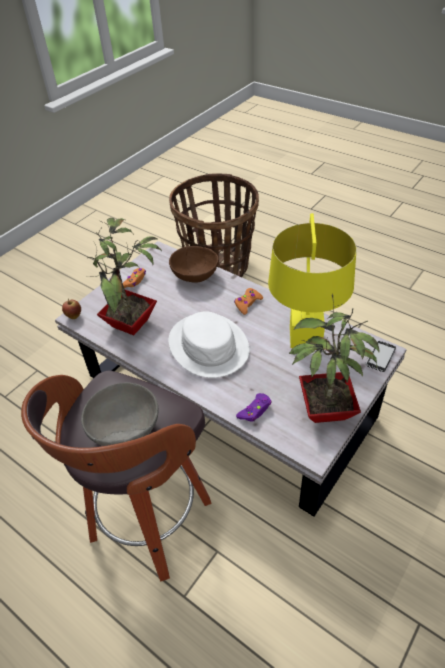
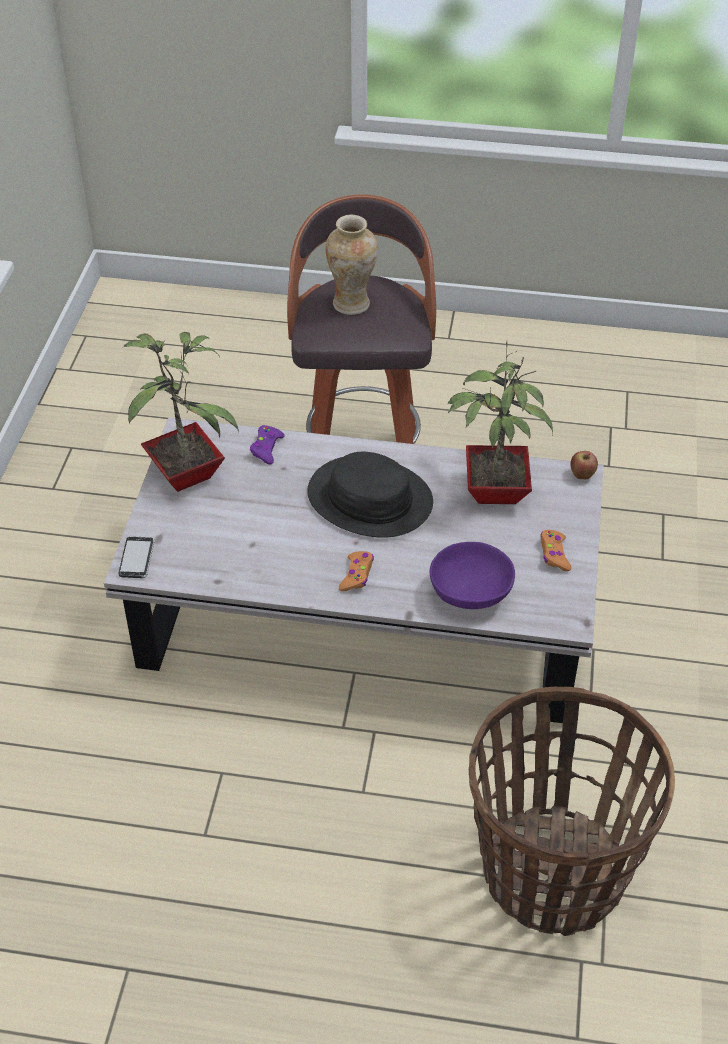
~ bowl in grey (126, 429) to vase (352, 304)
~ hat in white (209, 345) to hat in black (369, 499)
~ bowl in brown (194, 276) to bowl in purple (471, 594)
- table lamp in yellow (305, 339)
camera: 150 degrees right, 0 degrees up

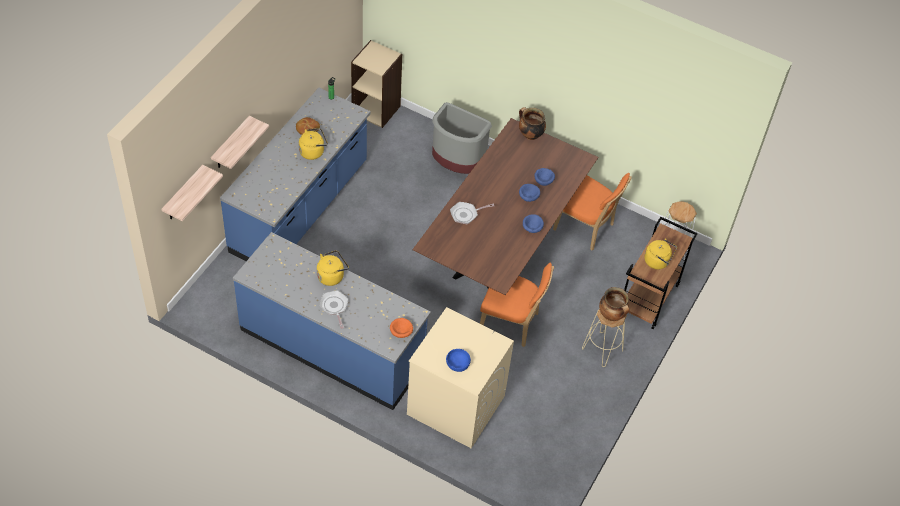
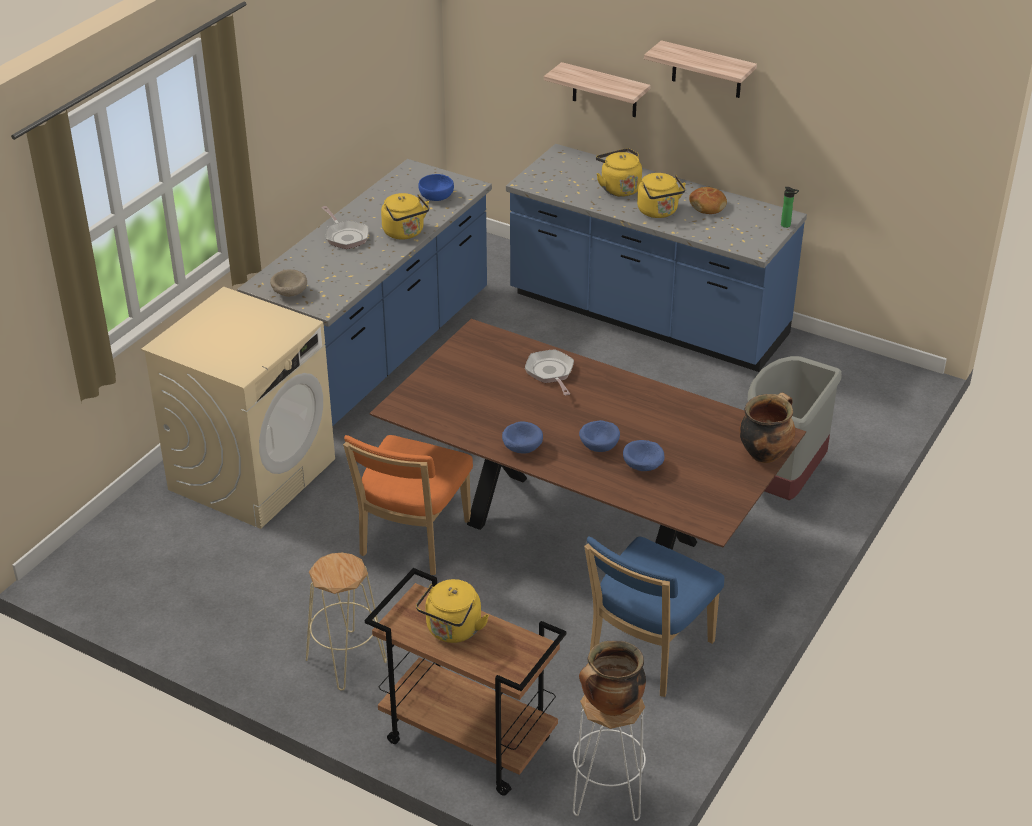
~ shelf (183, 194) to (707, 70)
~ frying pan (334, 307) = (345, 236) 75 degrees clockwise
- bookcase in beige (376, 109)
~ bowl in orange (401, 332) to bowl in beige (289, 293)
~ bowl in blue (457, 364) to (436, 196)
~ chair in orange (586, 228) to chair in blue (647, 654)
~ cooking pot (612, 315) to (611, 706)
+ kettle in yellow (618, 188)
camera: 95 degrees right, 15 degrees down

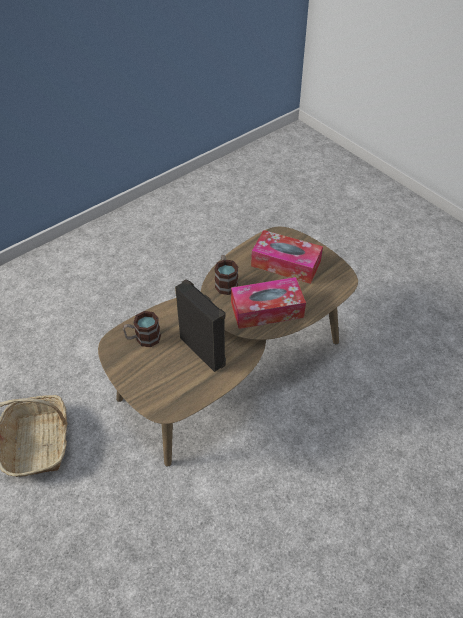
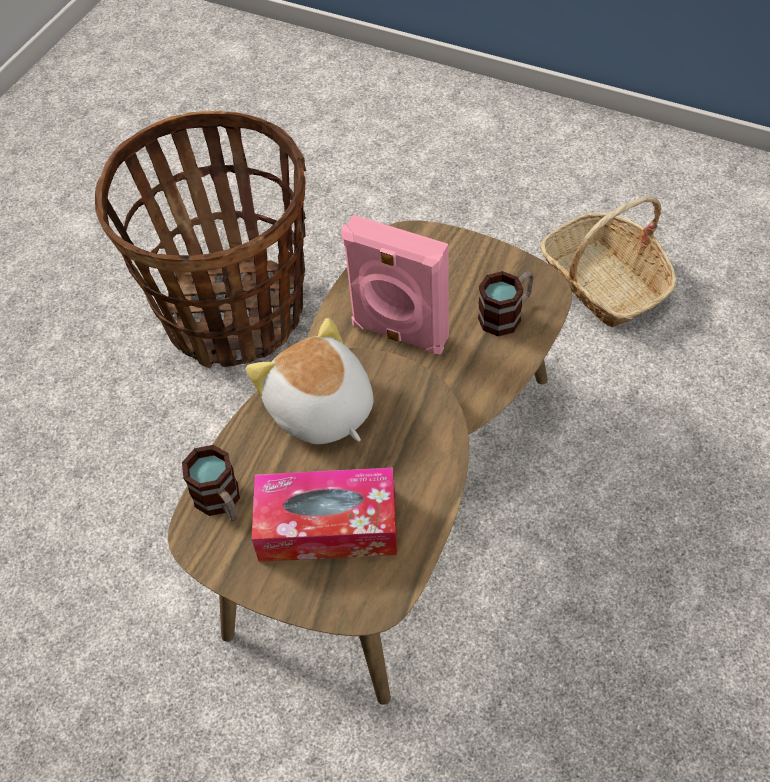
~ speaker in black (204, 350) to speaker in pink (399, 334)
~ mug (225, 282) to (221, 502)
~ tissue box (267, 310) to plush toy (320, 410)
+ basket (235, 315)
camera: 160 degrees right, 5 degrees up

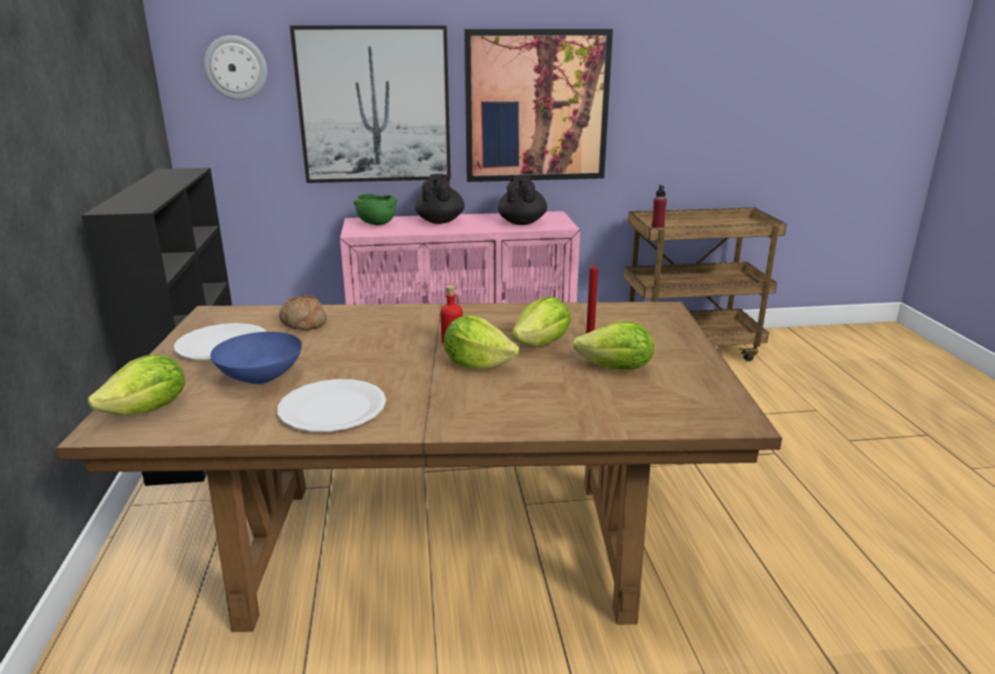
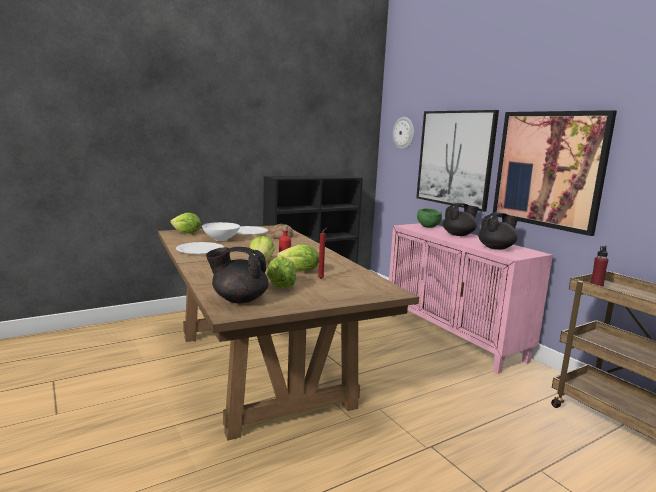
~ bowl in blue (262, 378) to bowl in white (221, 239)
+ teapot in black (239, 299)
camera: 65 degrees right, 10 degrees down

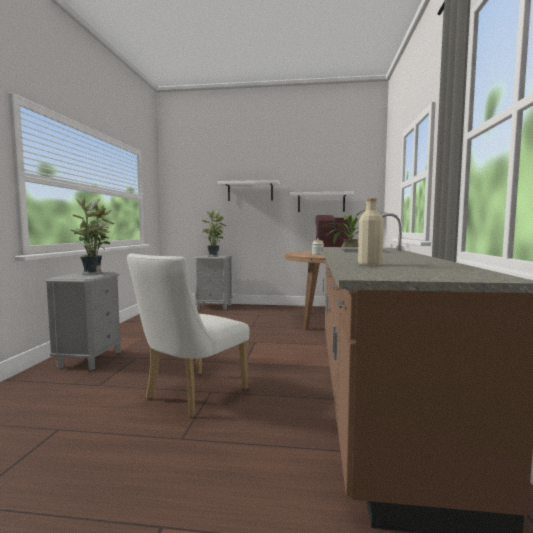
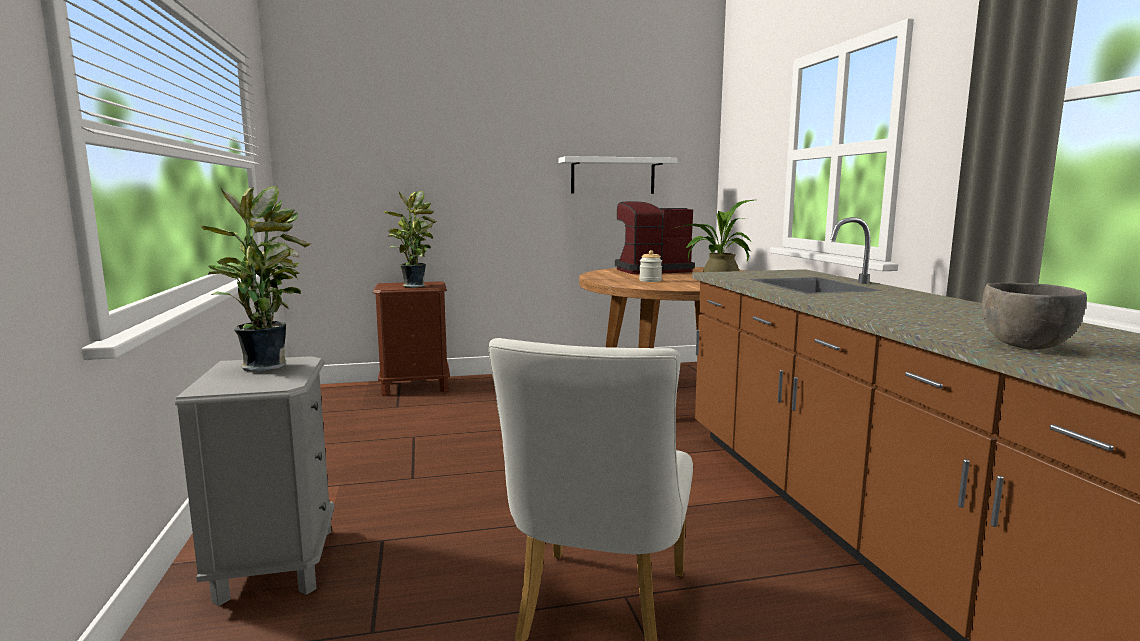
~ nightstand in grey (214, 306) to nightstand in brown (416, 387)
- shelf in white (250, 191)
~ bottle in beige (369, 265) to bowl in grey (1025, 345)
camera: 20 degrees left, 5 degrees up

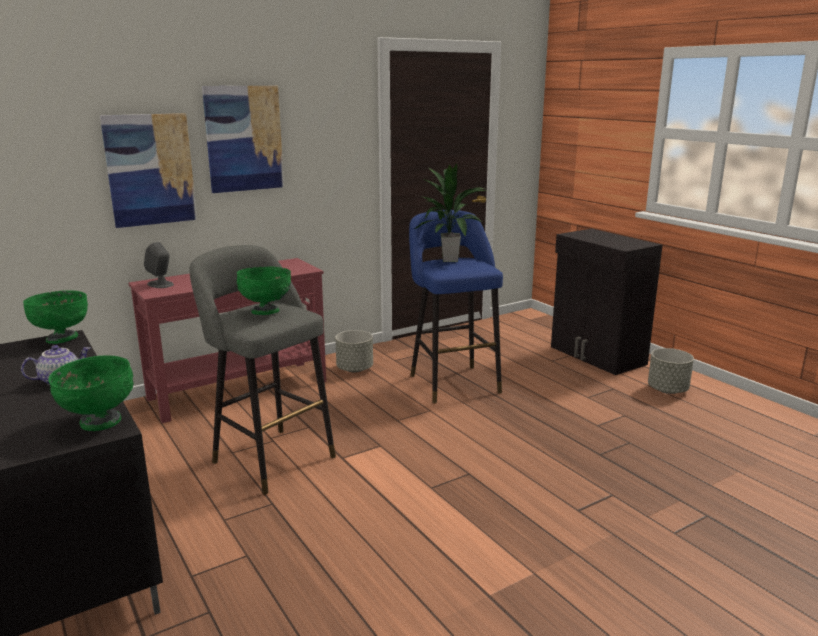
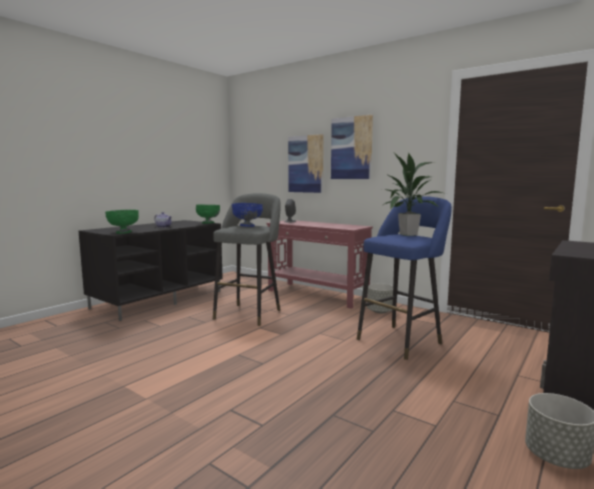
~ bowl in green (266, 311) to bowl in blue (247, 226)
camera: 70 degrees right, 10 degrees down

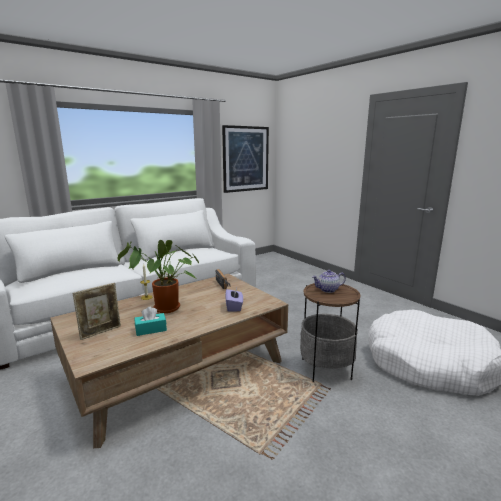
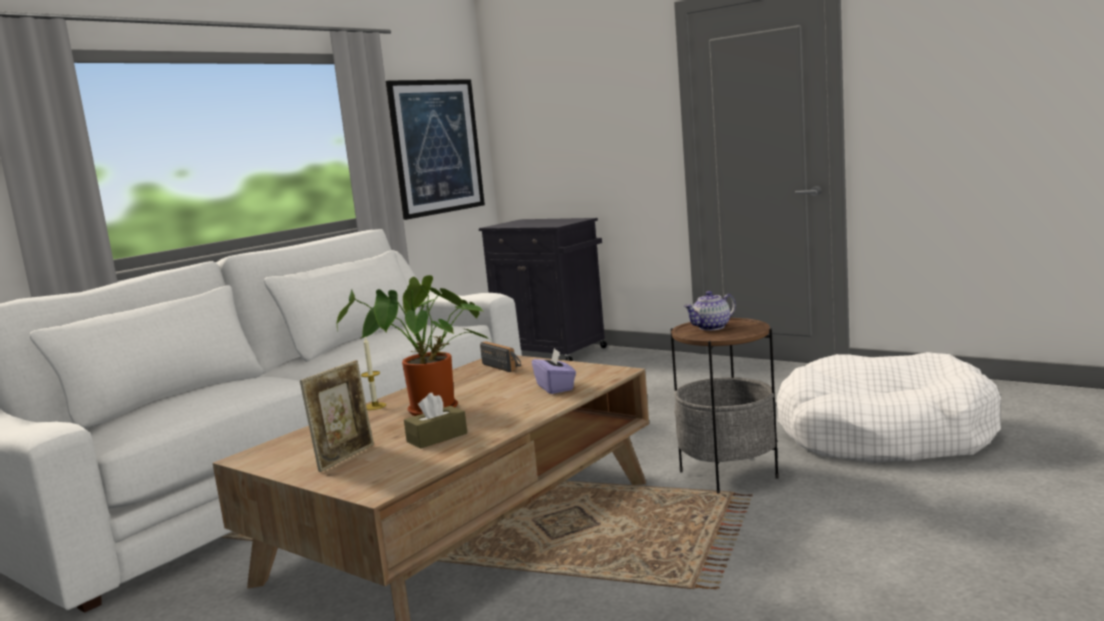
~ tissue box in turquoise (151, 329) to tissue box in brown (437, 437)
+ cabinet in black (552, 352)
camera: 15 degrees left, 5 degrees down

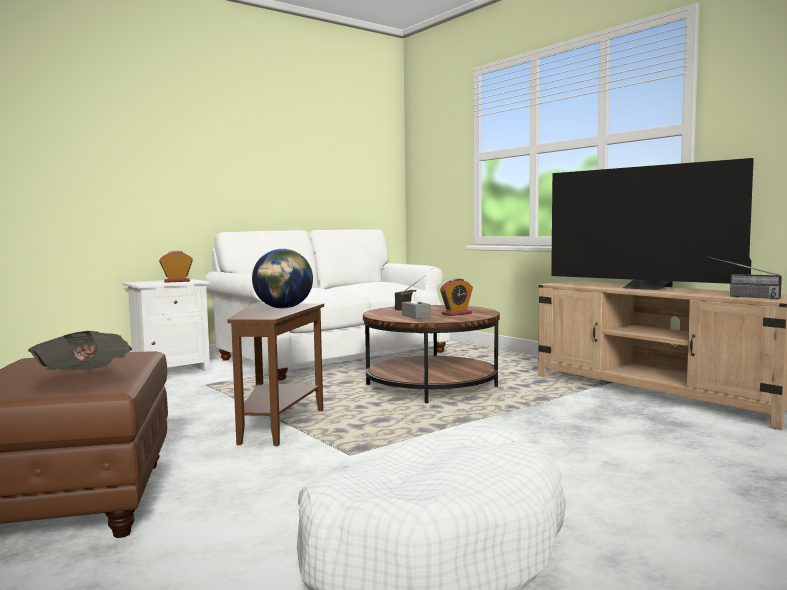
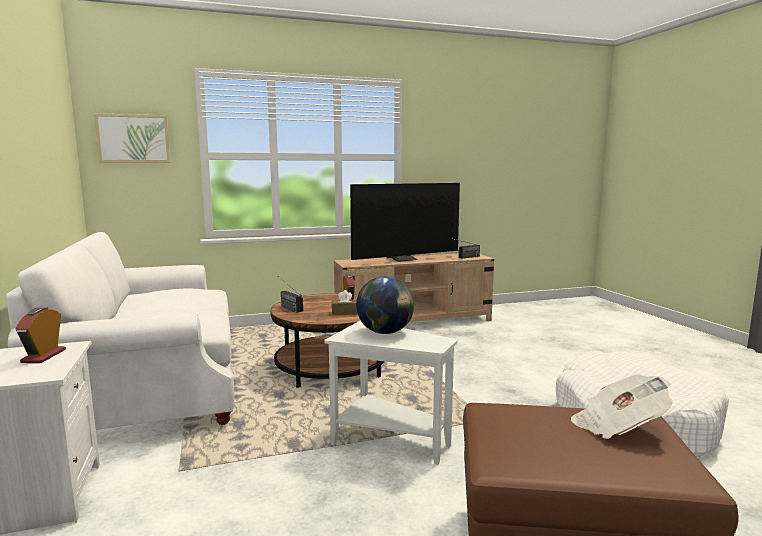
~ side table in brown (277, 424) to side table in white (388, 440)
~ tissue box in grey (416, 316) to tissue box in brown (345, 312)
+ picture (133, 138)
camera: 70 degrees left, 5 degrees up

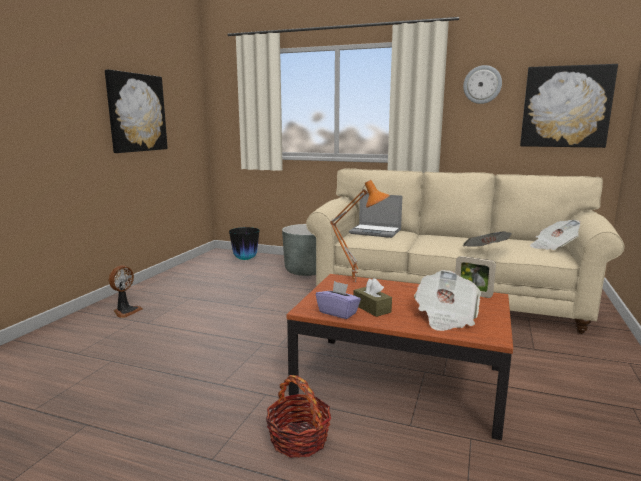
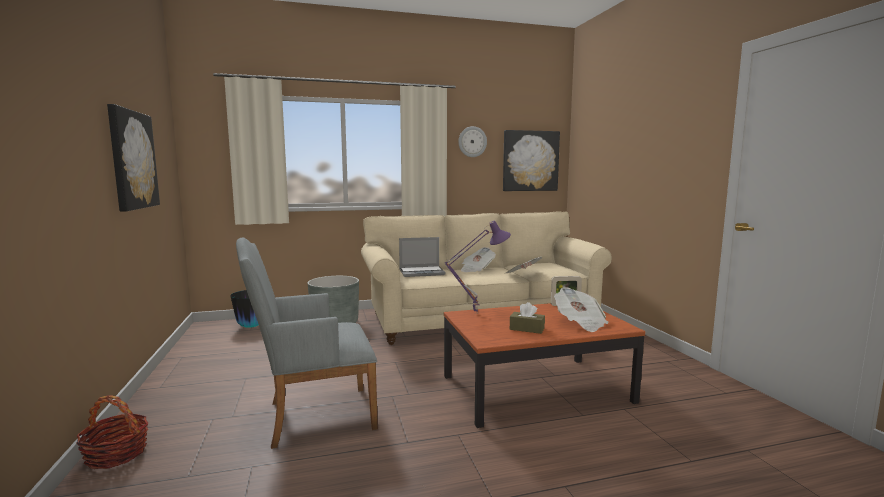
- fan (126, 311)
~ basket (299, 439) to (116, 454)
- tissue box in purple (338, 312)
~ table lamp in orange (356, 281) to table lamp in purple (476, 313)
~ newspaper (554, 247) to (476, 269)
+ armchair in grey (313, 416)
camera: 35 degrees left, 5 degrees down

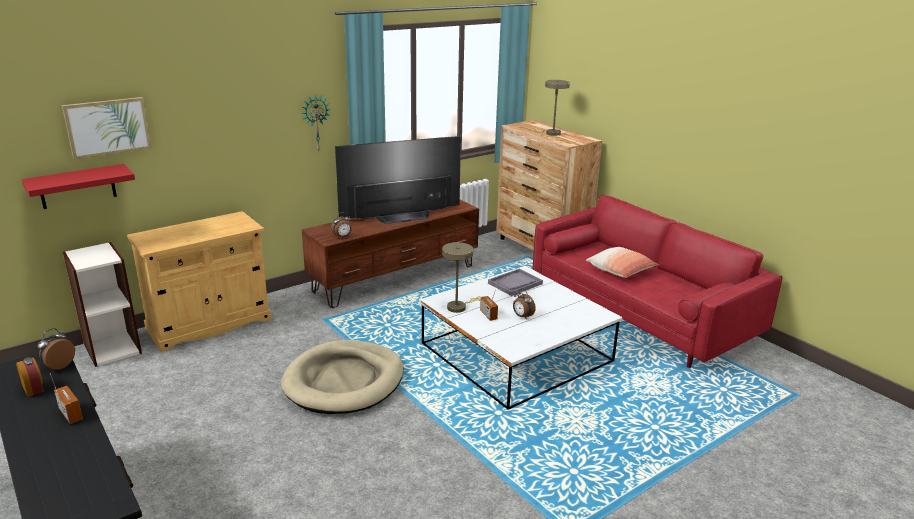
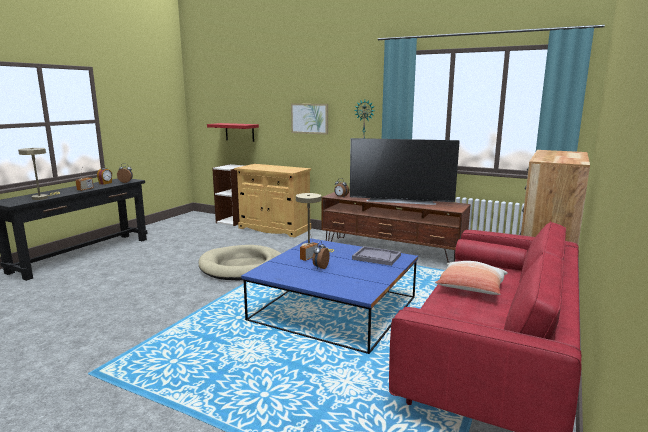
~ picture (108, 127) to (309, 118)
~ television (402, 216) = (401, 201) 150 degrees clockwise
~ coffee table in white (516, 352) to coffee table in blue (334, 308)
~ table lamp in beige (550, 133) to (42, 197)
camera: 65 degrees right, 10 degrees down

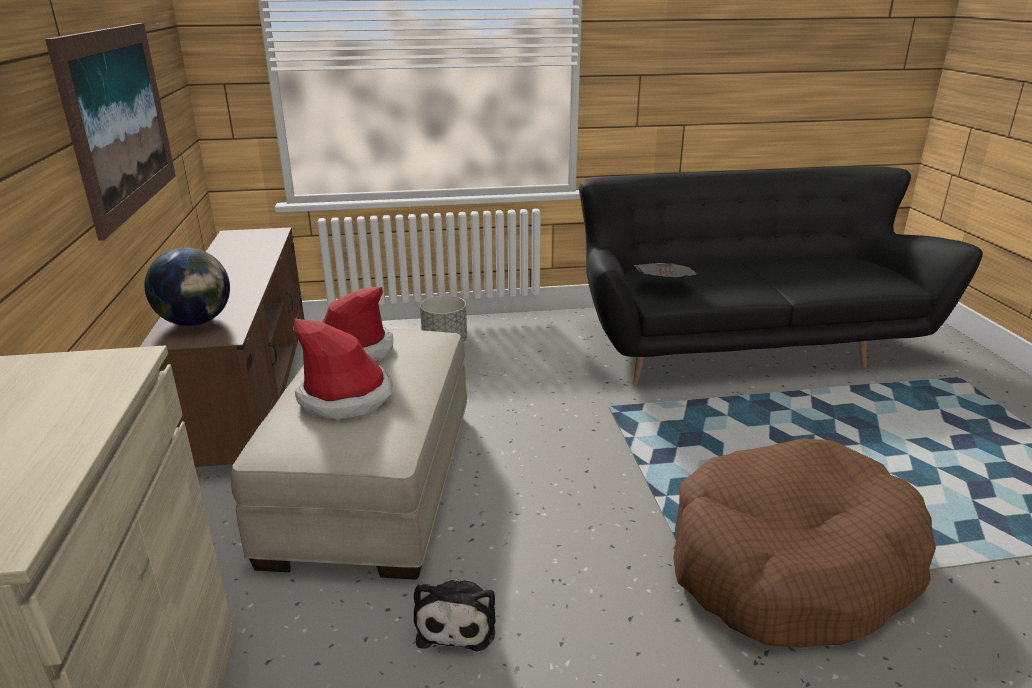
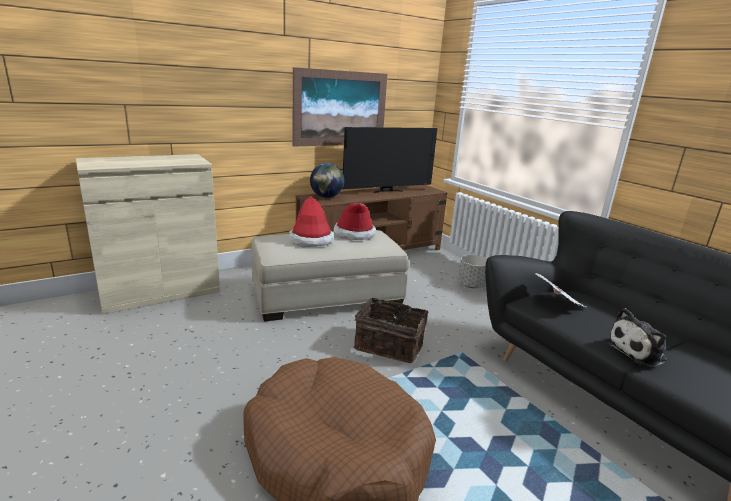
~ plush toy (457, 622) to (638, 351)
+ television (387, 191)
+ basket (389, 345)
camera: 65 degrees right, 5 degrees down

